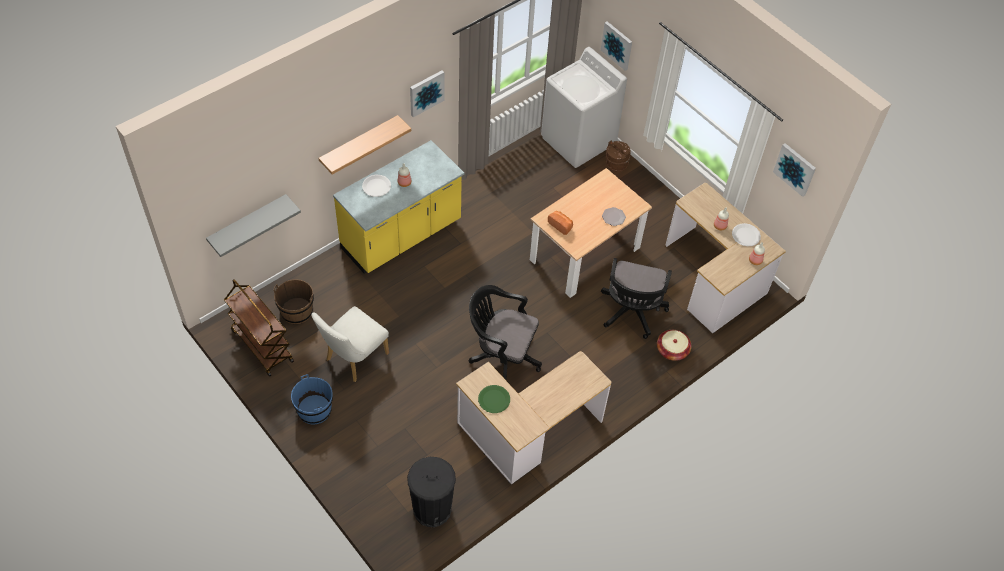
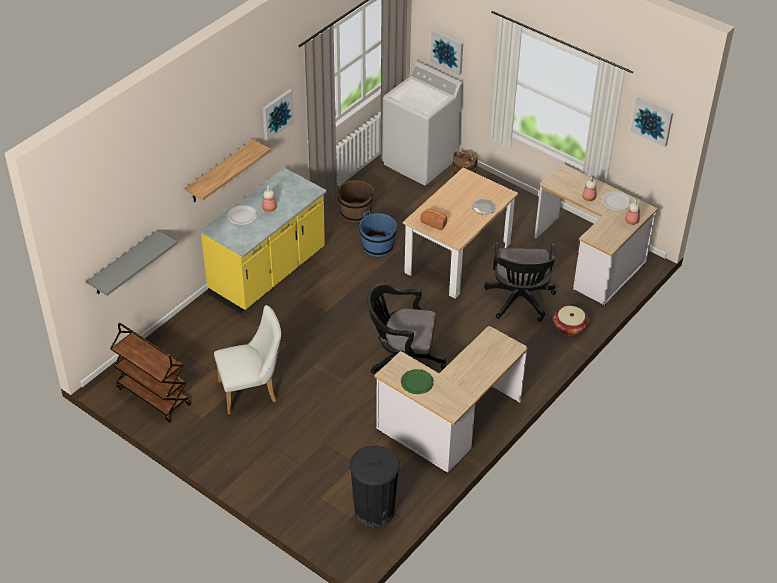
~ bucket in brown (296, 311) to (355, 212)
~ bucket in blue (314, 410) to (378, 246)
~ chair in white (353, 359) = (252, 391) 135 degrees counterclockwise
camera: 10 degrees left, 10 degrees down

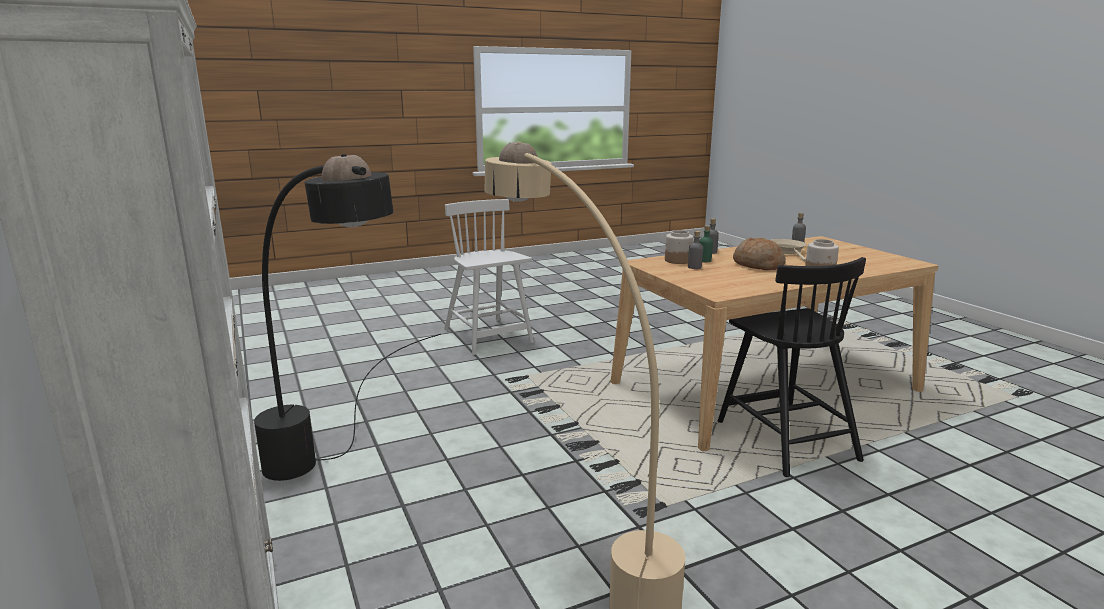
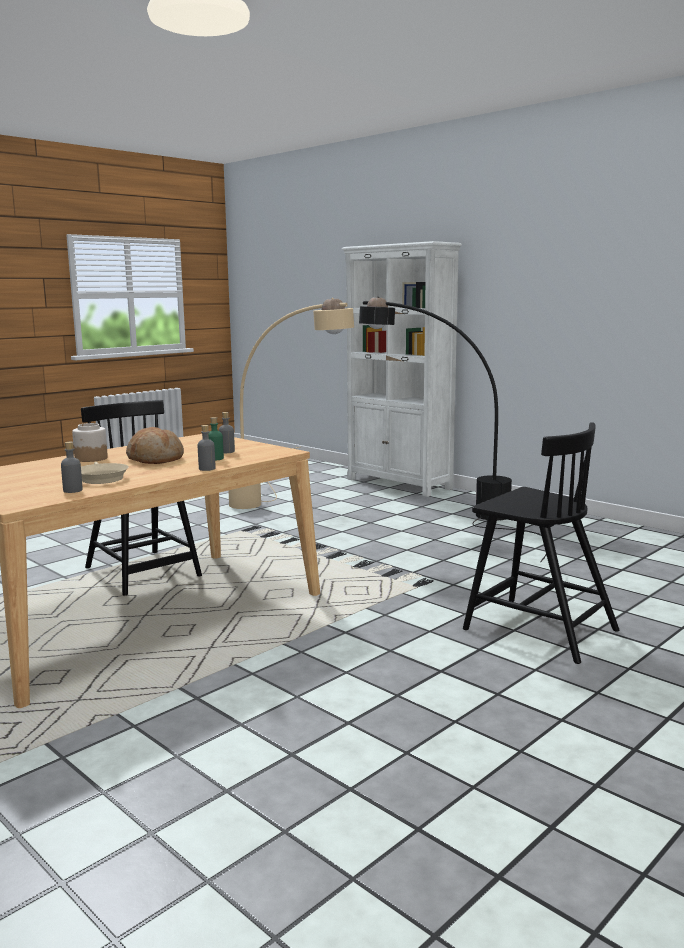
~ chair in white (488, 337) to chair in black (537, 629)
- jar (678, 260)
camera: 160 degrees right, 5 degrees down

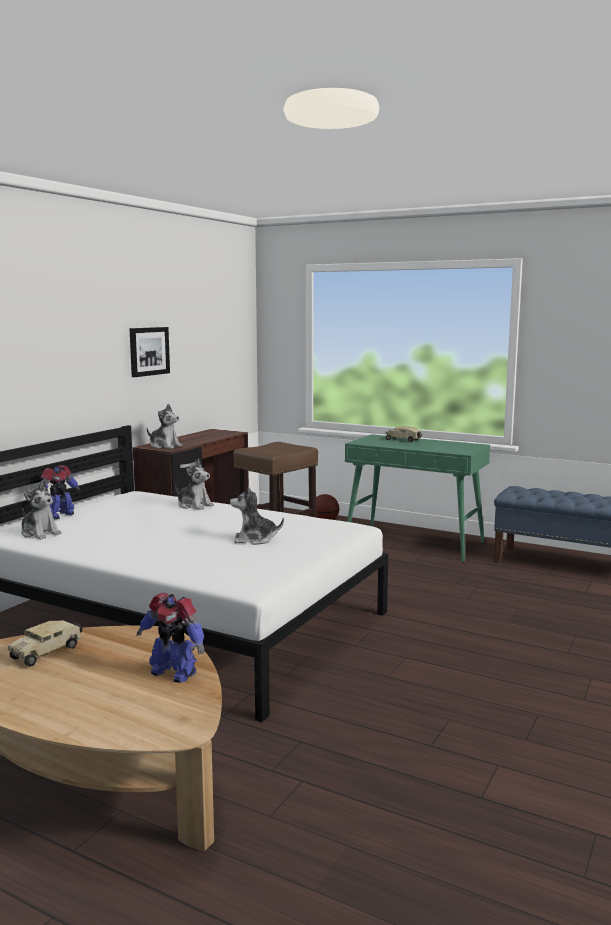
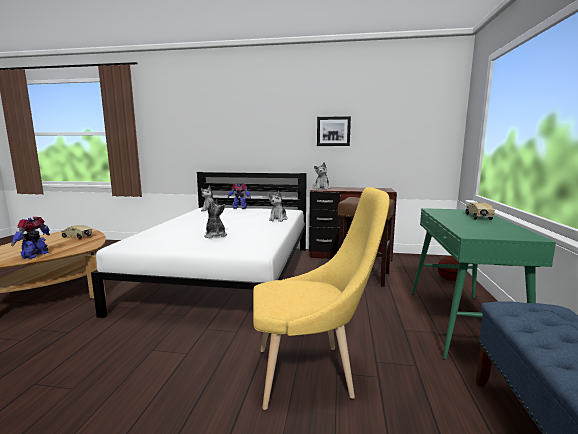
+ chair in yellow (311, 373)
camera: 70 degrees right, 0 degrees up

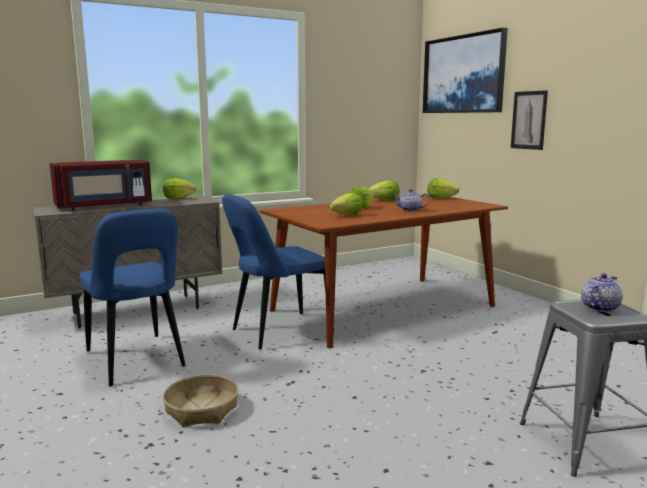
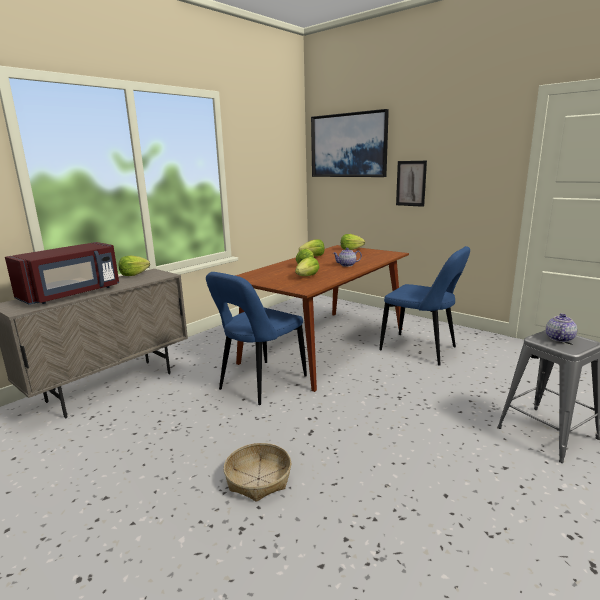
~ chair in blue (136, 361) to (421, 350)
camera: 20 degrees left, 5 degrees up

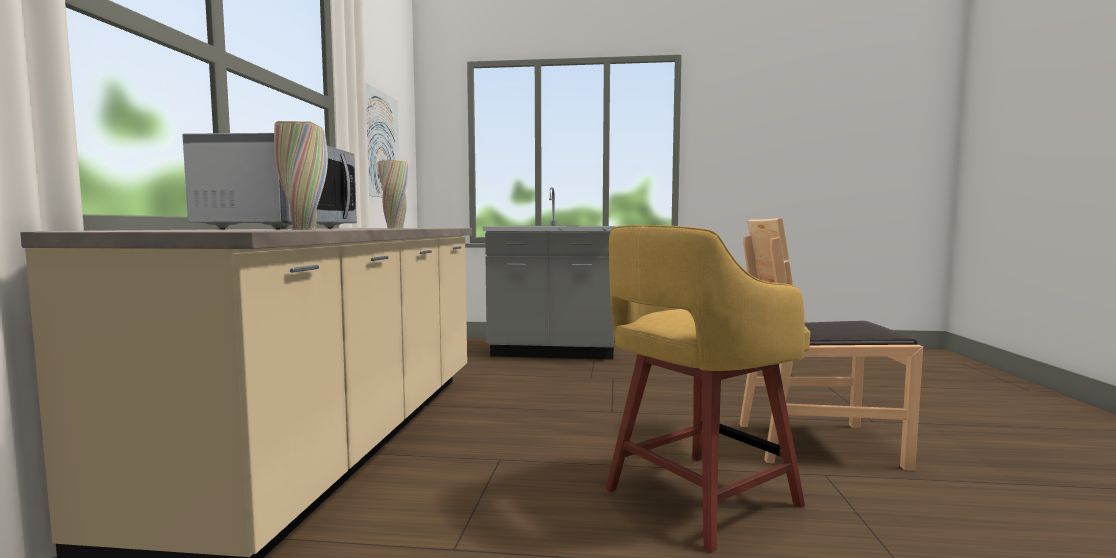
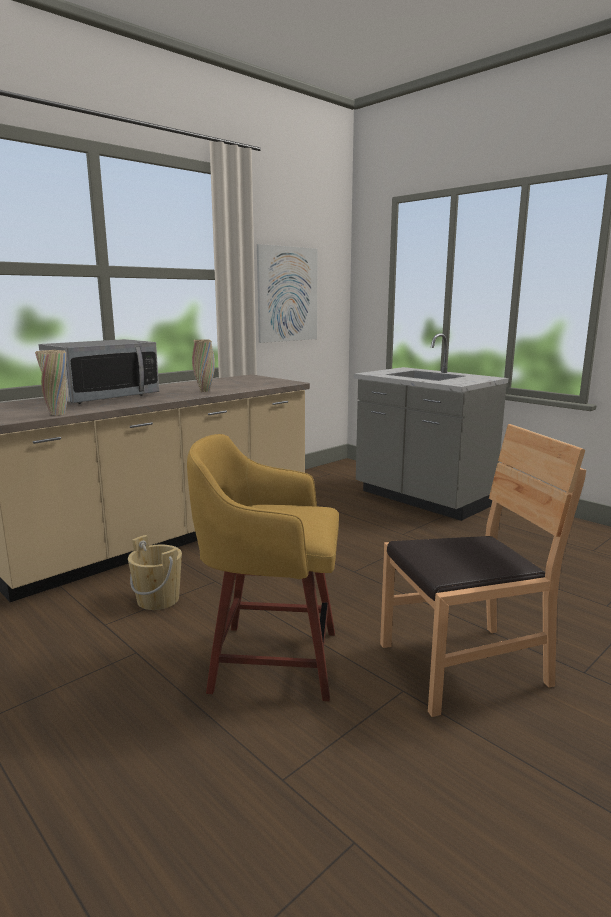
~ chair in brown (817, 443) = (463, 666) 120 degrees clockwise
+ bucket in beige (158, 599)
camera: 40 degrees right, 10 degrees up

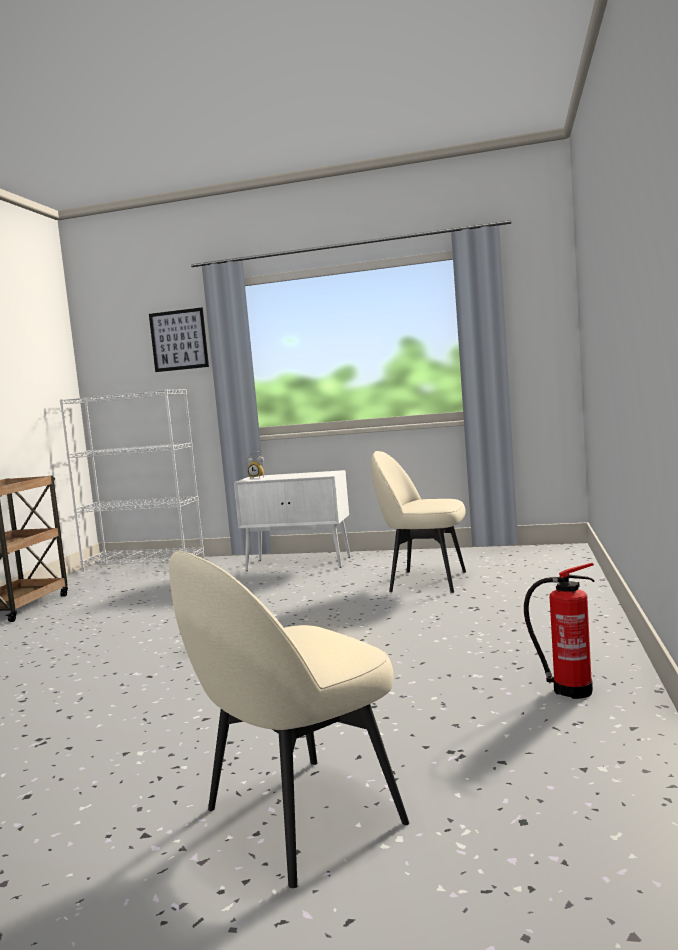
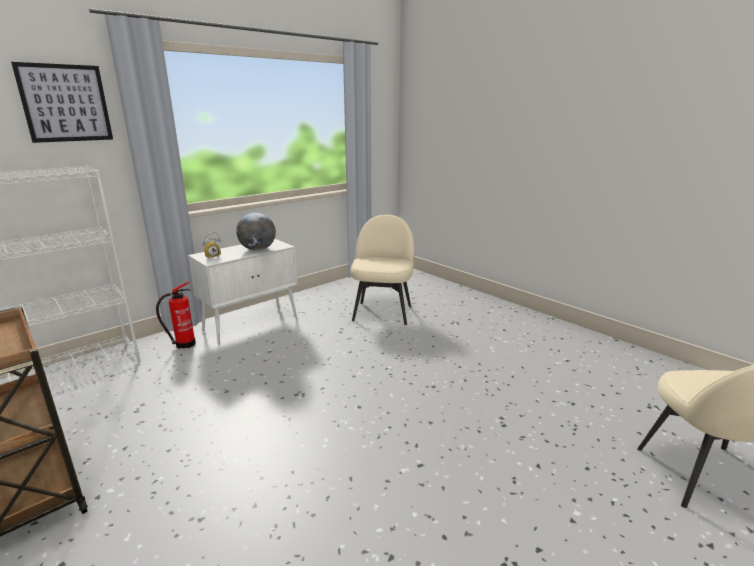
~ chair in beige (425, 581) = (383, 312) 135 degrees clockwise
~ fire extinguisher (568, 690) to (183, 345)
+ globe (257, 250)
camera: 55 degrees left, 15 degrees up

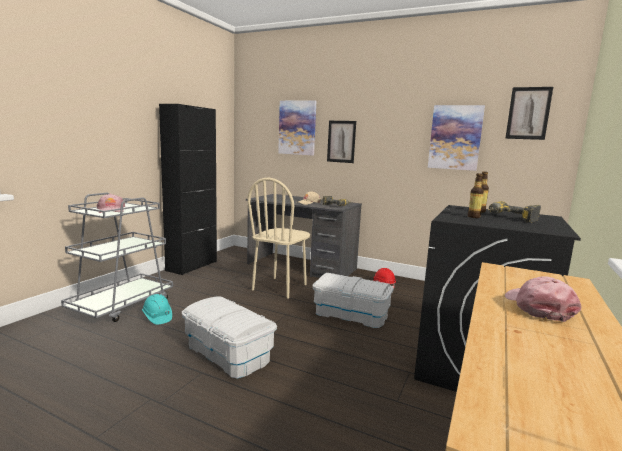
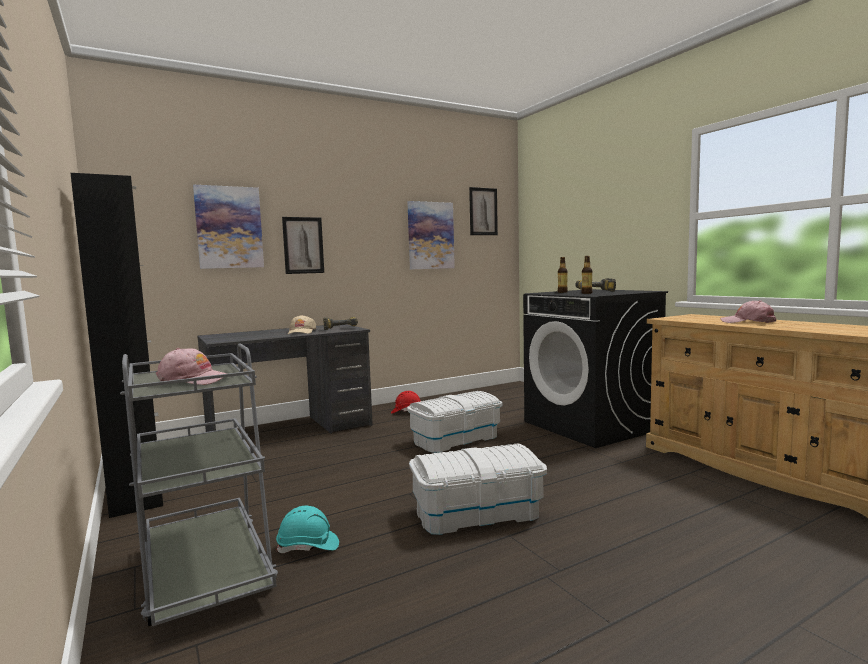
- chair in beige (280, 287)
camera: 55 degrees left, 5 degrees down

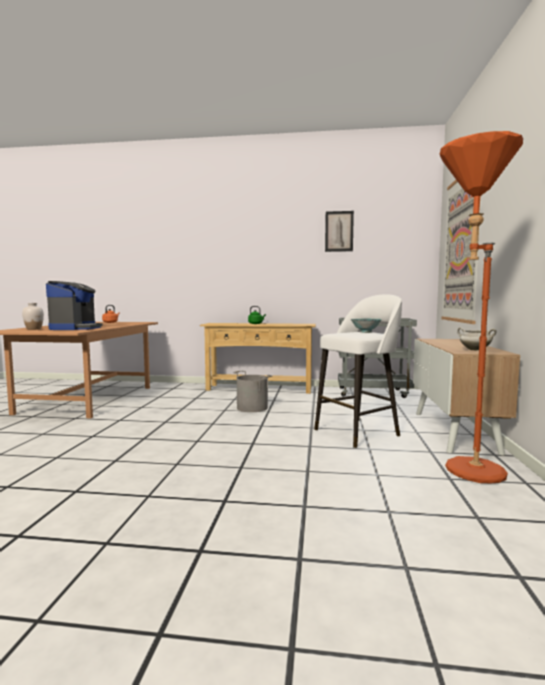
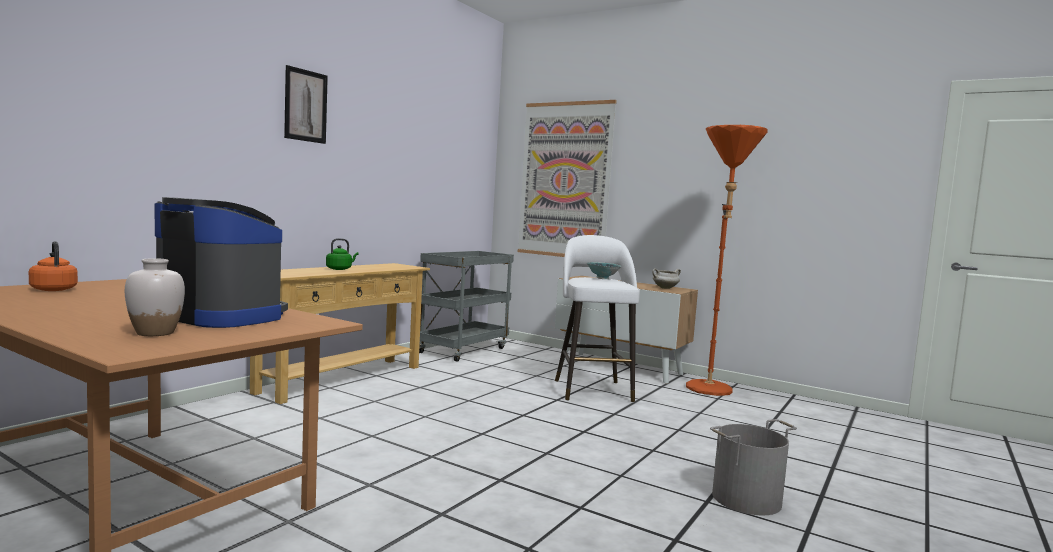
~ bucket in grey (252, 408) to (747, 499)
~ picture (339, 231) to (305, 106)
camera: 65 degrees left, 0 degrees up

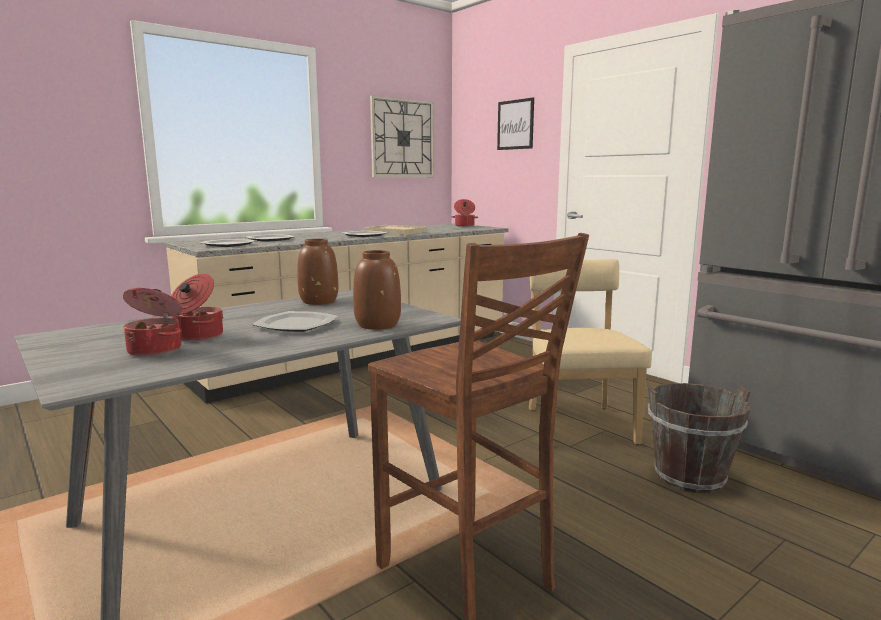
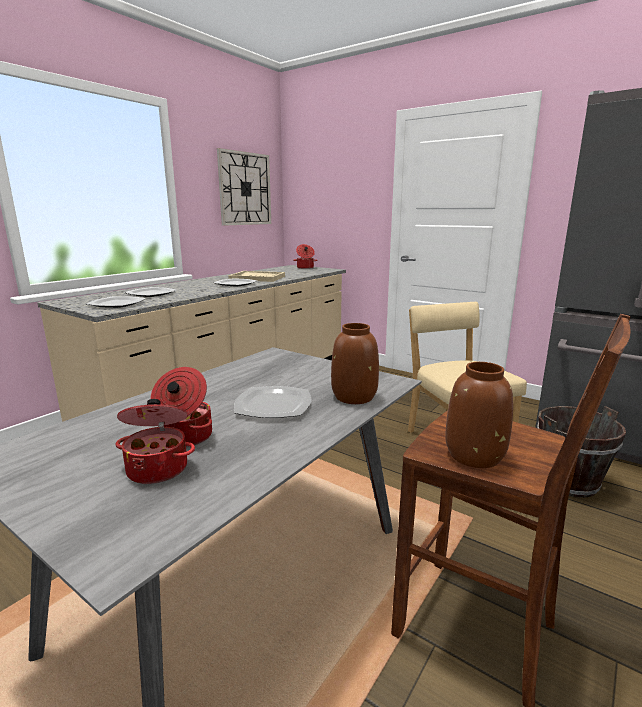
~ vase in brown (319, 301) to (473, 455)
- picture (515, 124)
camera: 15 degrees left, 5 degrees up

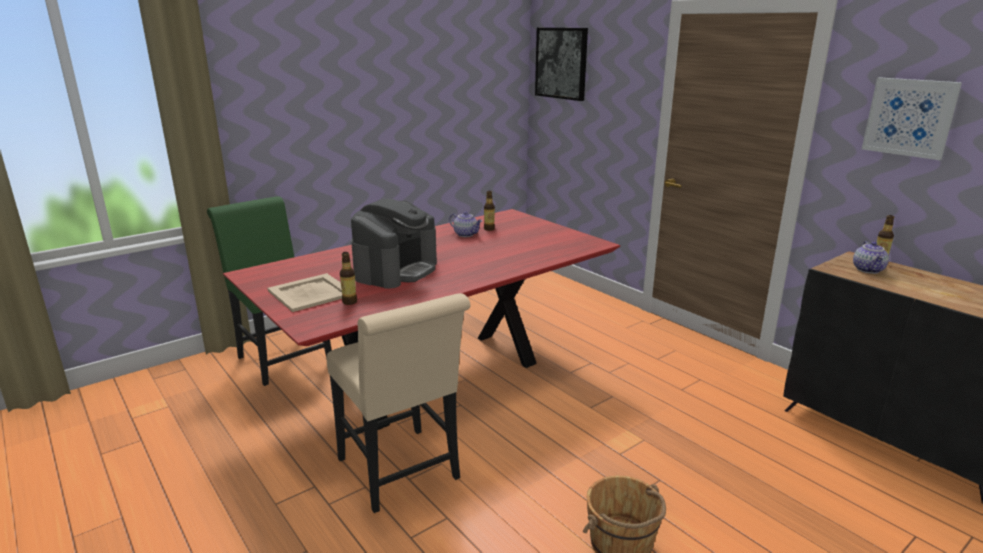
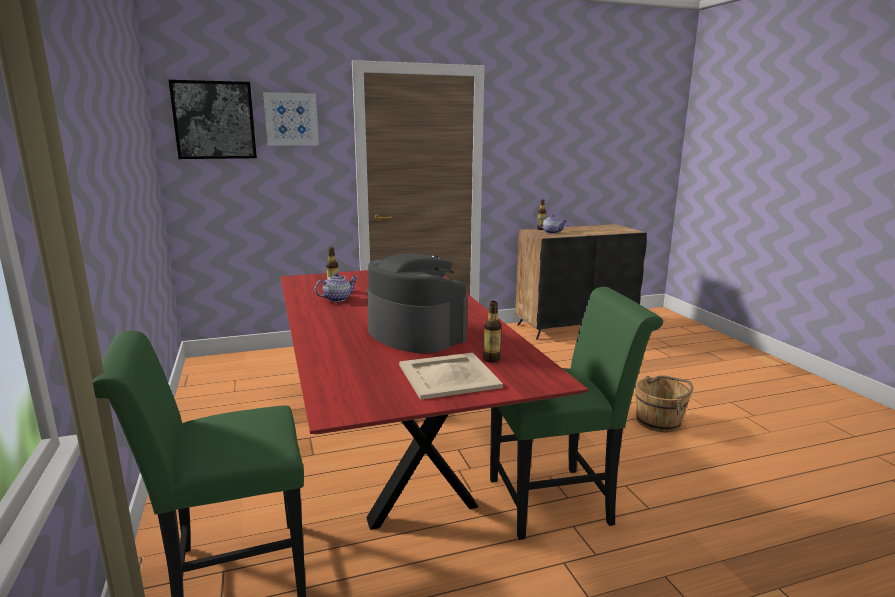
~ chair in beige (402, 473) to chair in green (558, 500)
~ picture (909, 117) to (291, 119)
camera: 70 degrees left, 5 degrees down

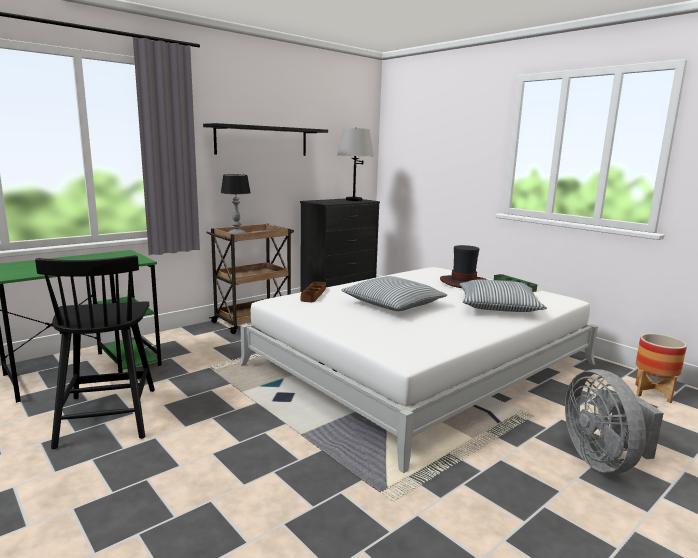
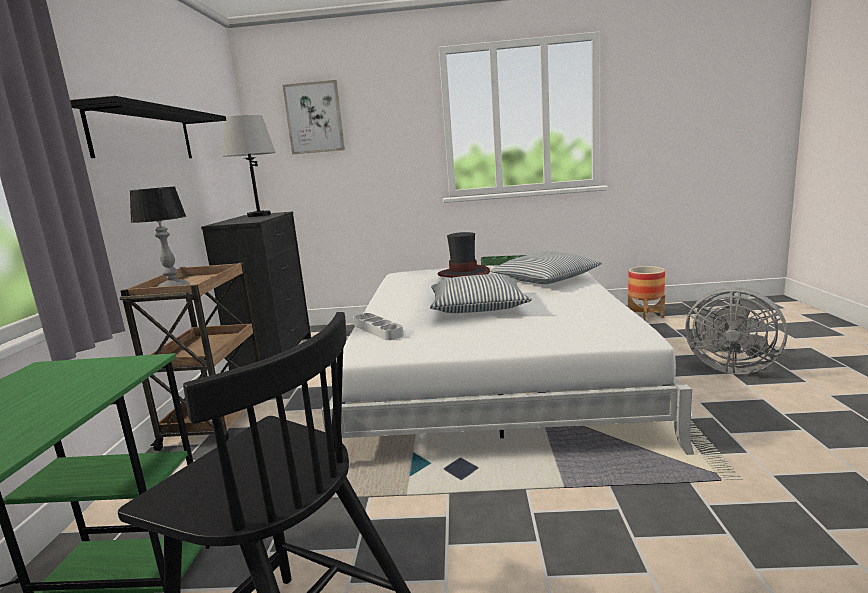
~ tray in brown (313, 294) to tray in grey (377, 330)
+ picture (314, 118)
camera: 45 degrees left, 0 degrees up

